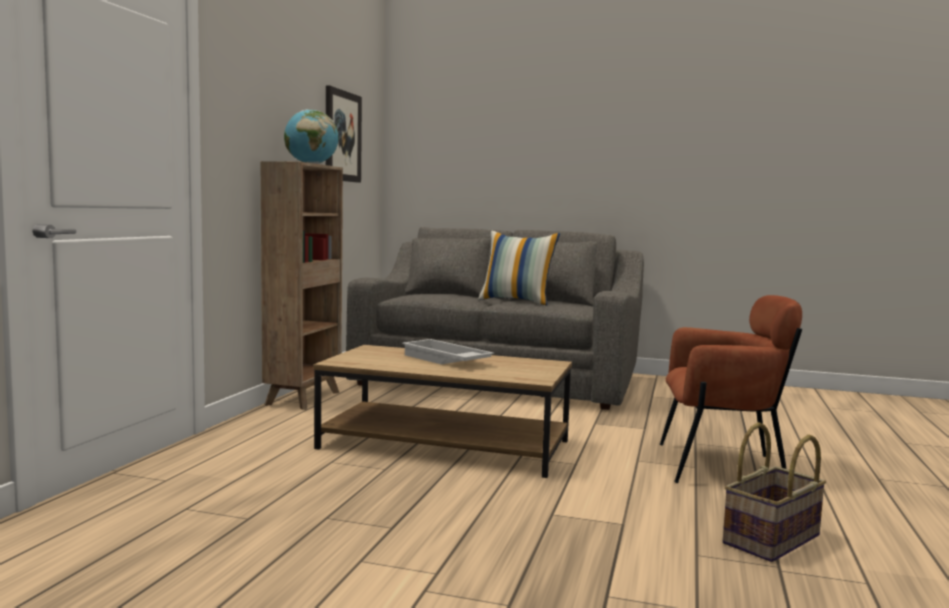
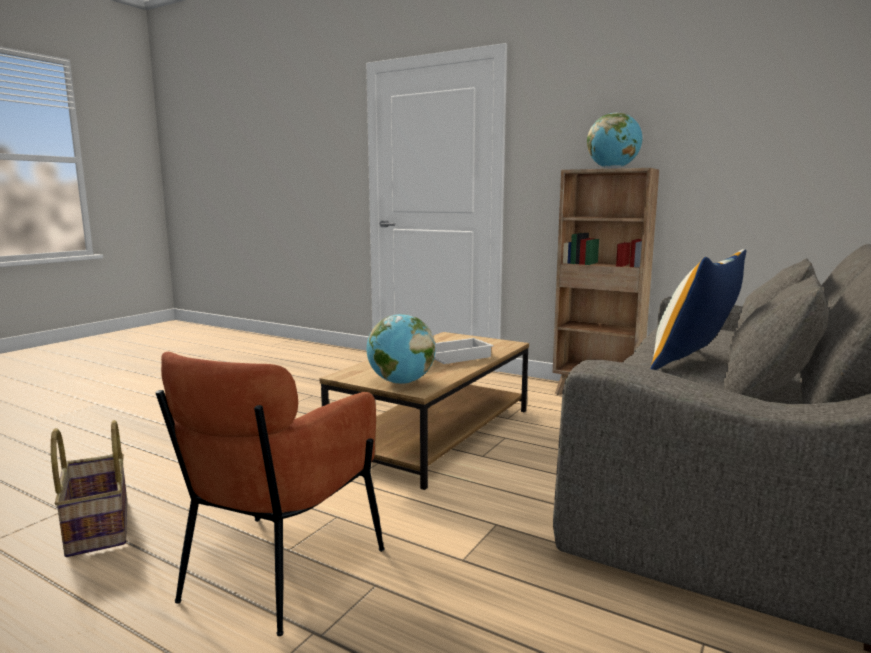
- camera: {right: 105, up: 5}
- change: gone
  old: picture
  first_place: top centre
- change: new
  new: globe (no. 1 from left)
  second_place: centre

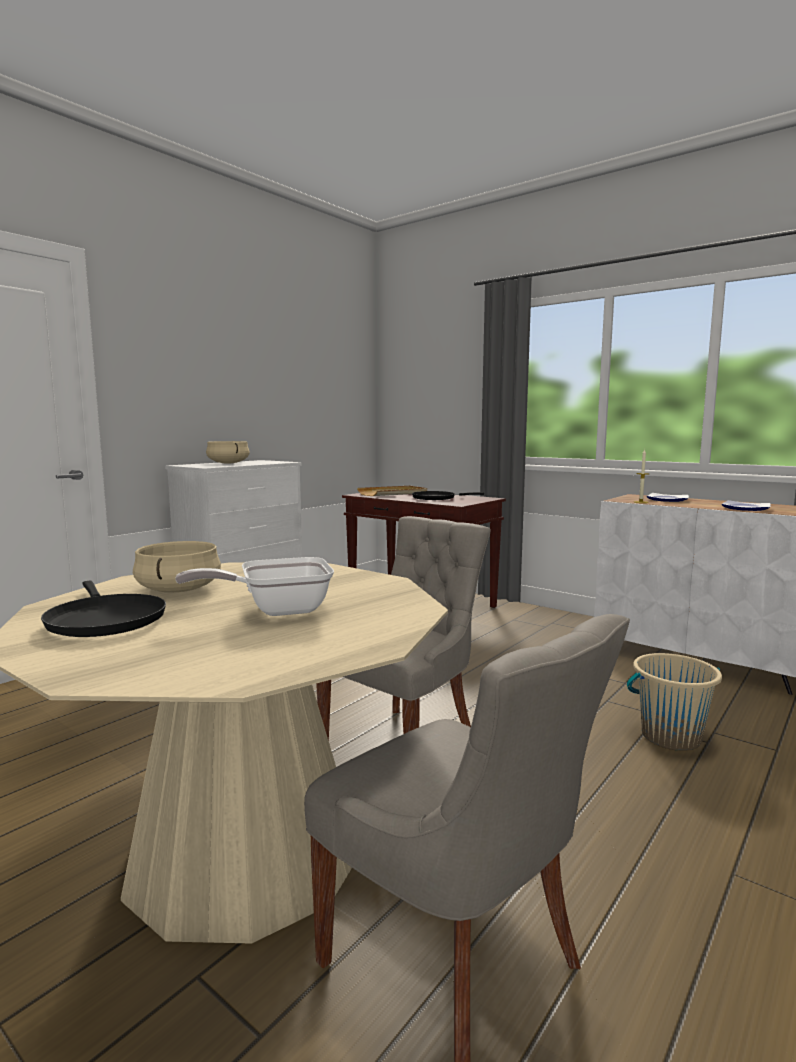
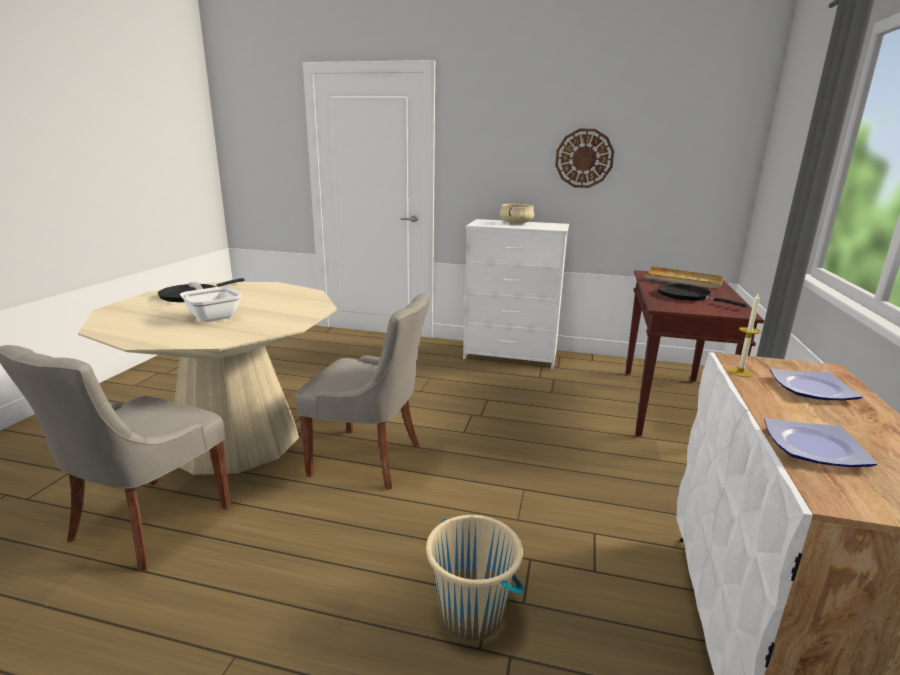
- camera: {right: 65, up: 10}
- change: gone
  old: beige cooking pot (no. 1 from left)
  first_place: middle left
- change: new
  new: wall clock
  second_place: top centre

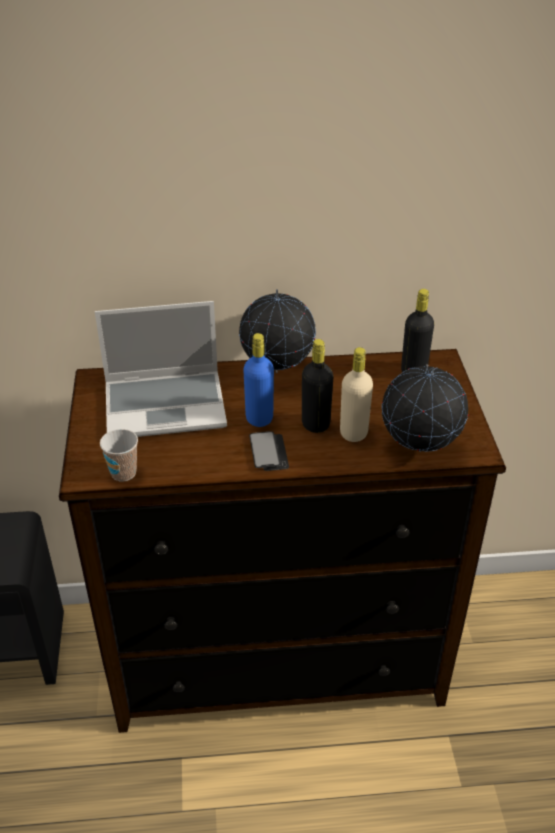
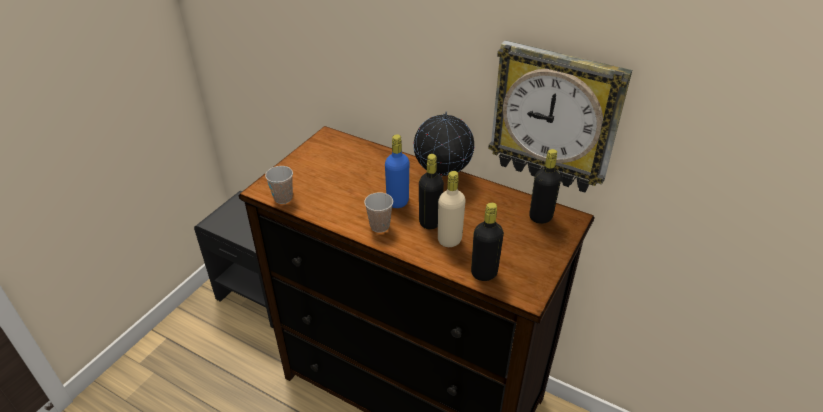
- camera: {right: 35, up: 0}
- change: gone
  old: laptop
  first_place: middle left
- change: new
  new: wall clock
  second_place: top right
- change: swapped
  old: phone
  new: cup (no. 2 from left)
  first_place: centre
  second_place: centre
- change: swapped
  old: globe (no. 2 from left)
  new: black bottle (no. 2 from left)
  first_place: middle right
  second_place: centre

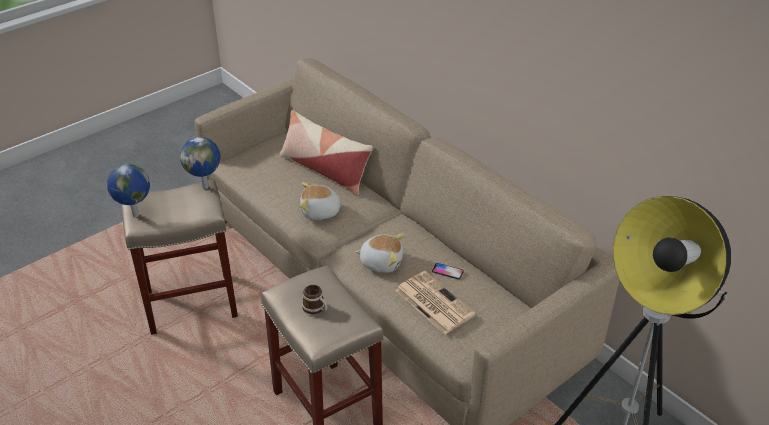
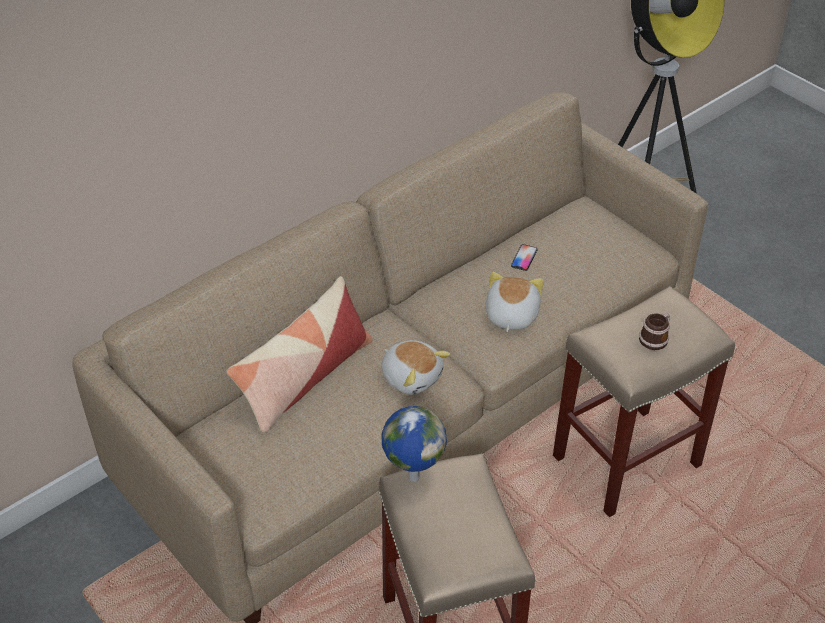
- camera: {right: -90, up: 5}
- change: gone
  old: globe (no. 1 from left)
  first_place: middle left
- change: gone
  old: newspaper
  first_place: bottom centre
- change: rotated
  old: plush toy (no. 1 from left)
  first_place: centre
  second_place: centre
  degrees: -45

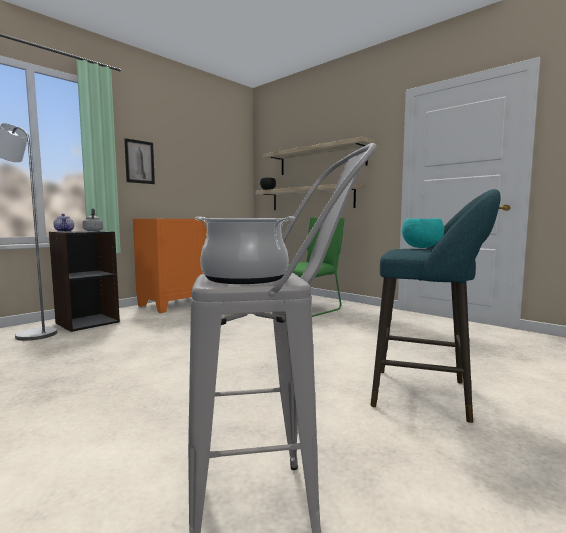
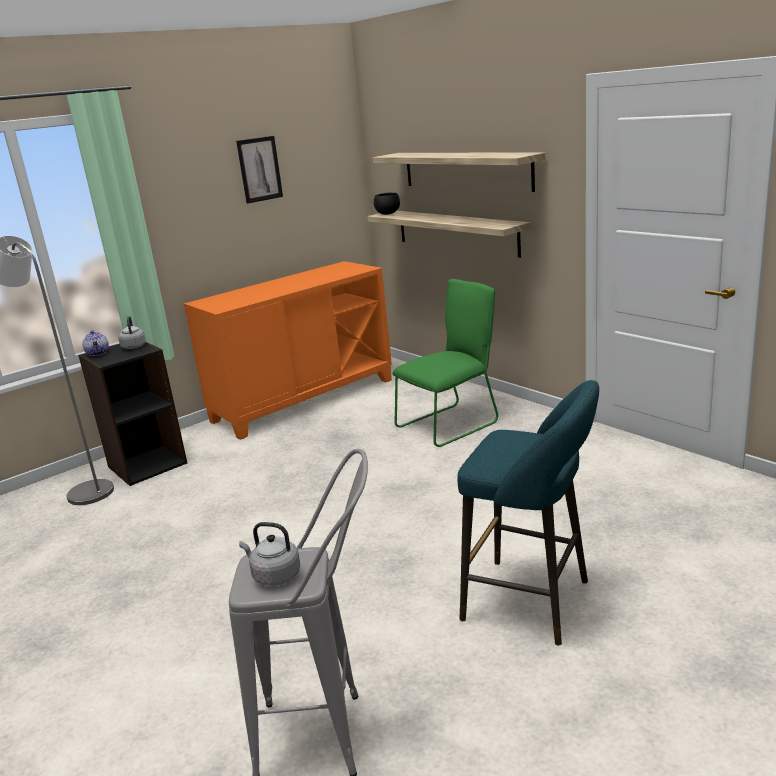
- camera: {right: 10, up: 15}
- change: gone
  old: turquoise bowl
  first_place: middle right
- change: shifted
  old: picture
  first_place: top left
  second_place: top centre
- change: swapped
  old: cooking pot
  new: grey kettle (no. 2 from left)
  first_place: centre
  second_place: bottom centre

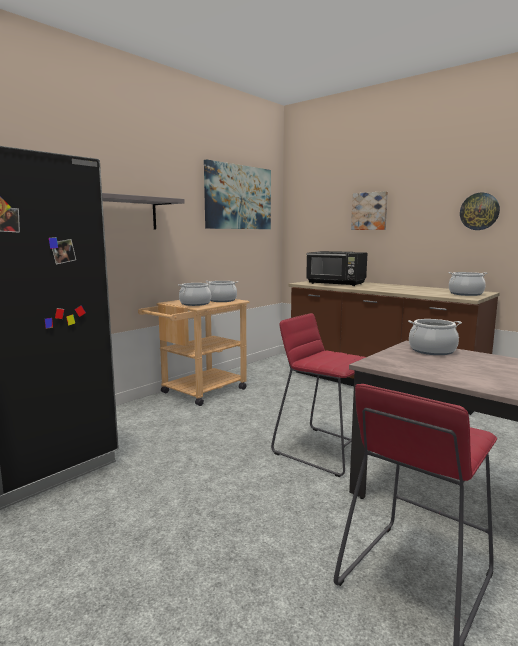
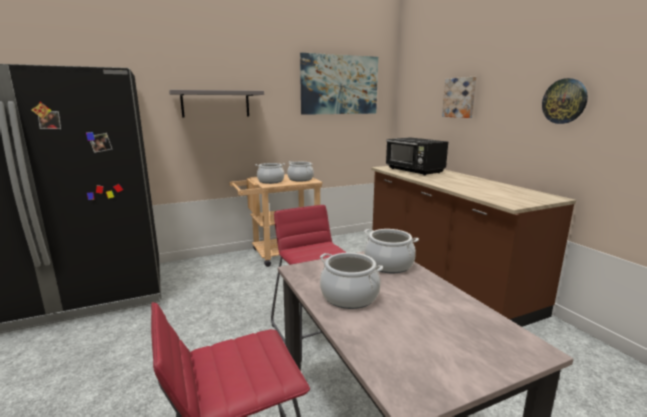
- camera: {right: 25, up: 5}
- change: shifted
  old: cooking pot (no. 4 from left in the first image)
  new: cooking pot (no. 3 from left)
  first_place: middle right
  second_place: bottom centre

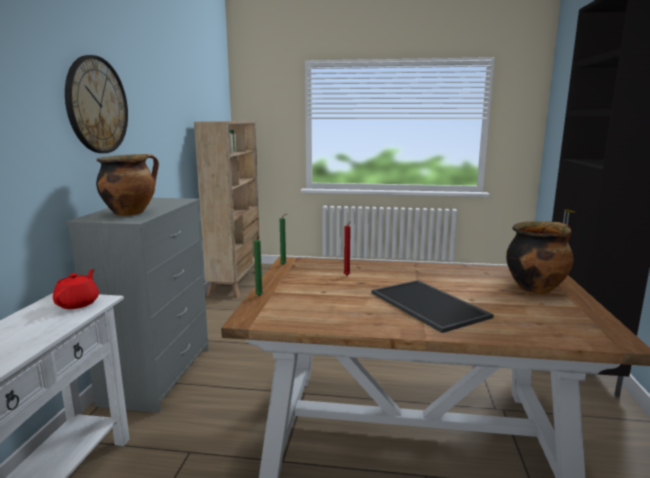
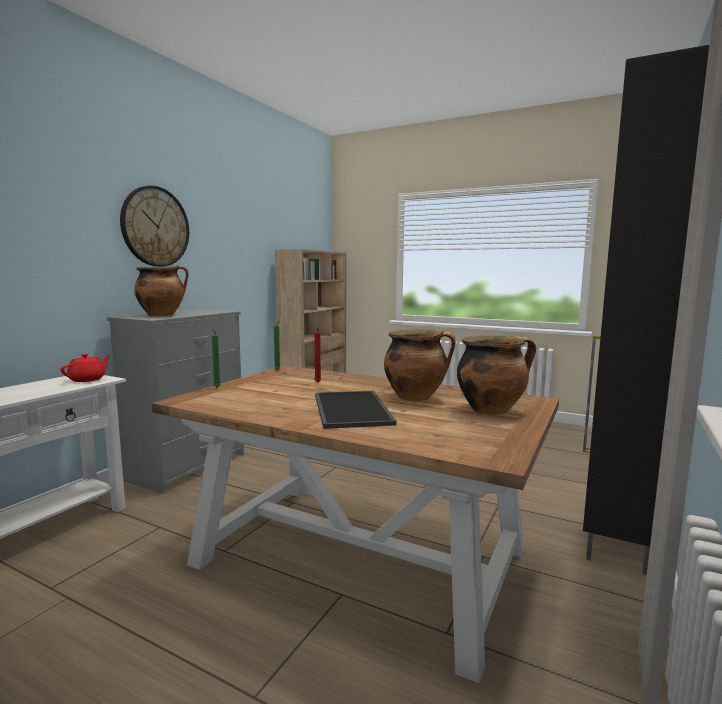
- camera: {right: 20, up: -5}
- change: new
  new: cooking pot (no. 2 from left)
  second_place: centre

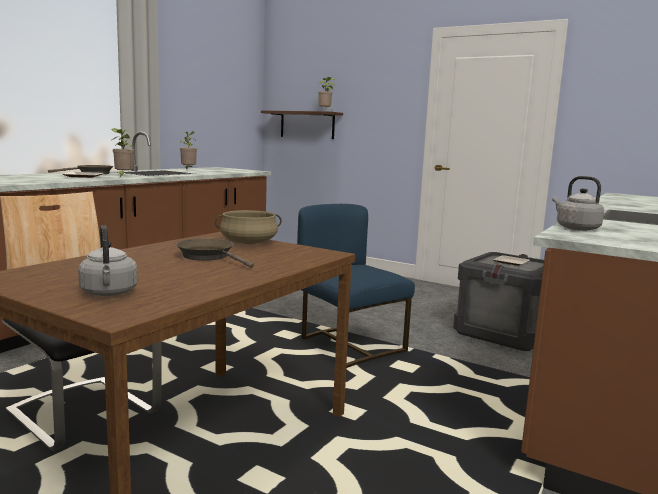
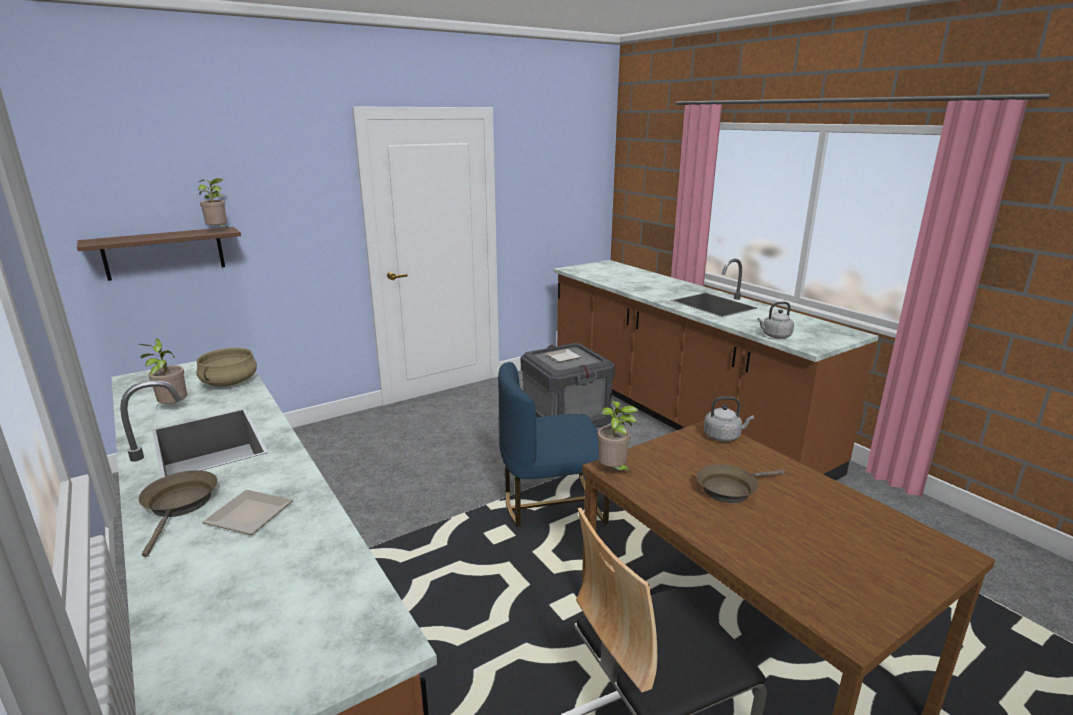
- camera: {right: -65, up: 10}
- change: shifted
  old: grey kettle (no. 1 from left)
  first_place: middle left
  second_place: middle right
- change: shifted
  old: potted plant (no. 1 from left in the first image)
  new: potted plant (no. 3 from left)
  first_place: top left
  second_place: centre
- change: shifted
  old: beige cooking pot
  first_place: centre
  second_place: middle left

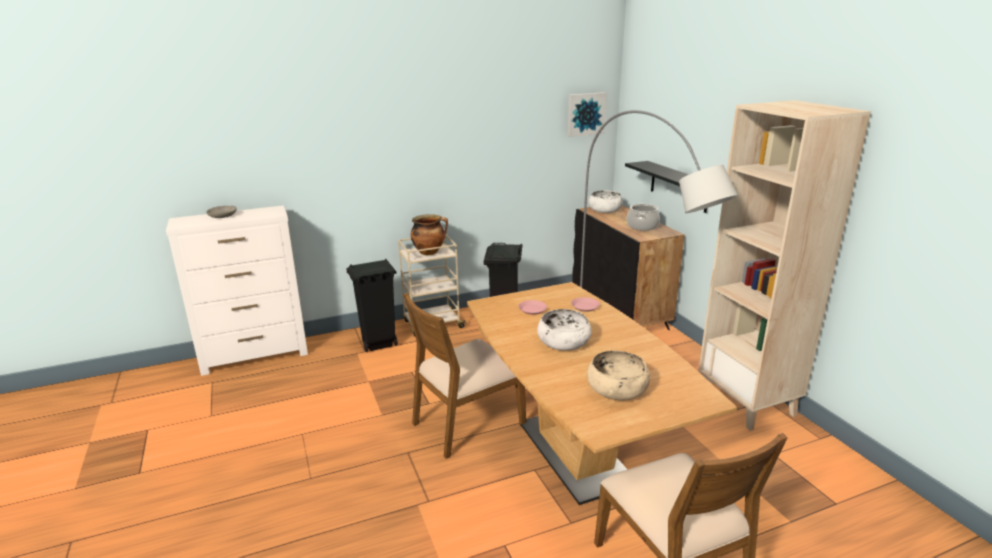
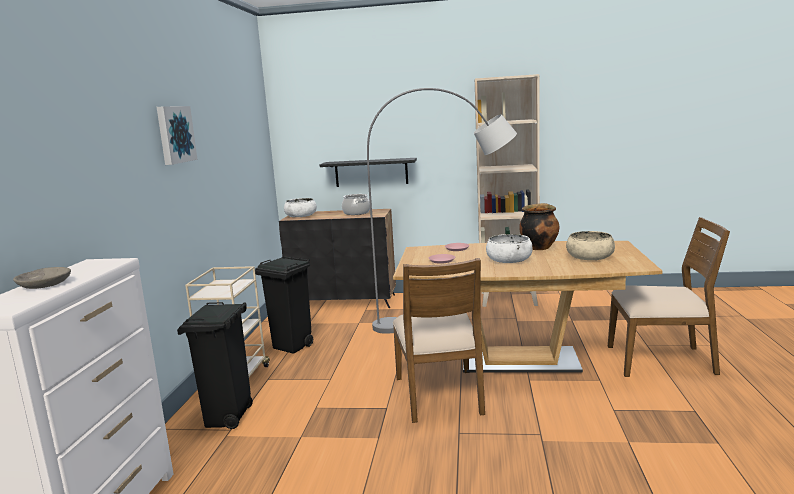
- camera: {right: -60, up: -10}
- change: shifted
  old: cooking pot (no. 1 from left in the first image)
  new: cooking pot (no. 2 from left)
  first_place: centre
  second_place: middle right
- change: shifted
  old: picture
  first_place: top centre
  second_place: top left

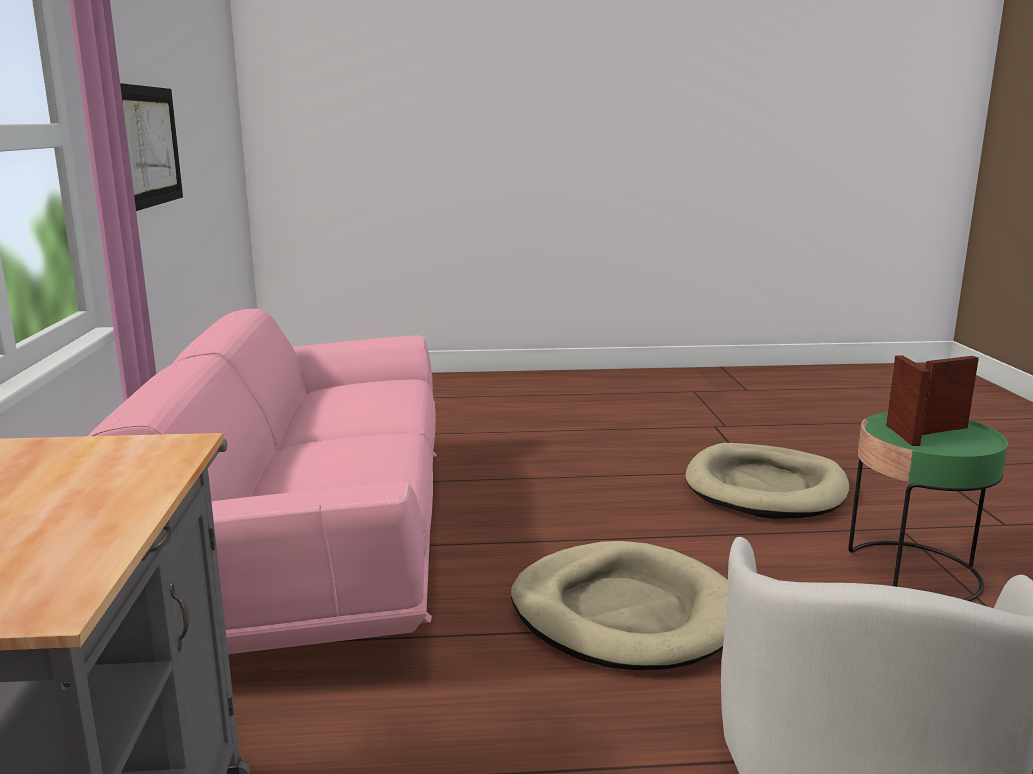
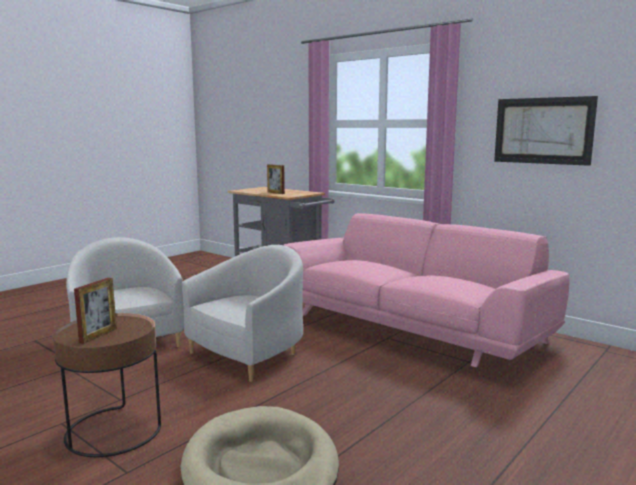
- camera: {right: 135, up: -5}
- change: shifted
  old: picture frame (no. 1 from left in the first image)
  new: picture frame (no. 2 from left)
  first_place: middle right
  second_place: centre
- change: swapped
  old: beige dog bed (no. 1 from left)
  new: white armchair (no. 2 from left)
  first_place: bottom centre
  second_place: centre
- change: repainted
  old: green side table
  new: brown side table
  first_place: middle right
  second_place: bottom left

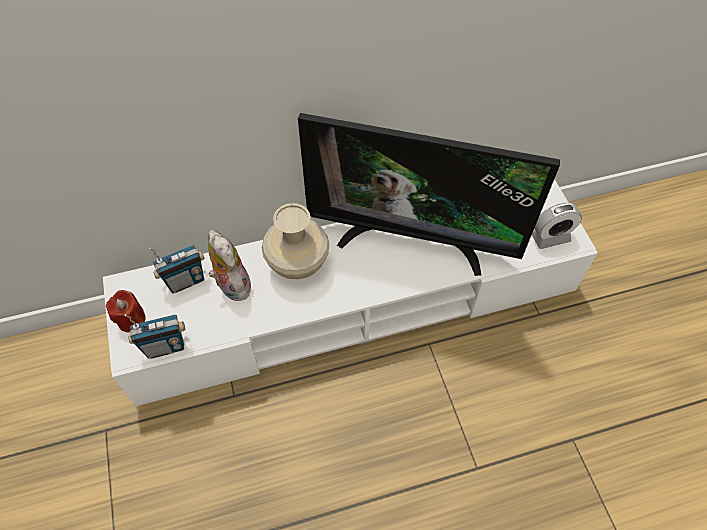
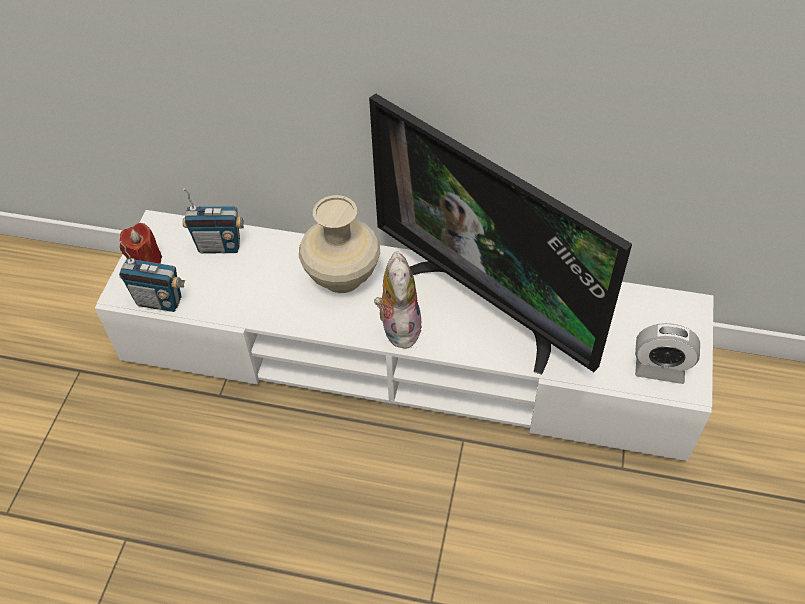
- camera: {right: 30, up: -5}
- change: shifted
  old: plush toy
  first_place: middle left
  second_place: centre

